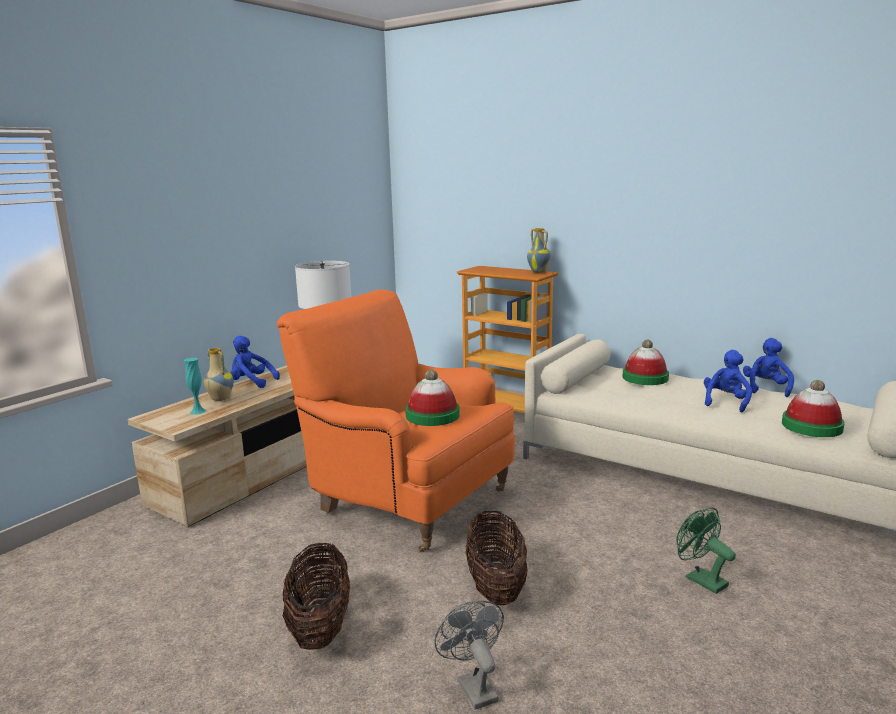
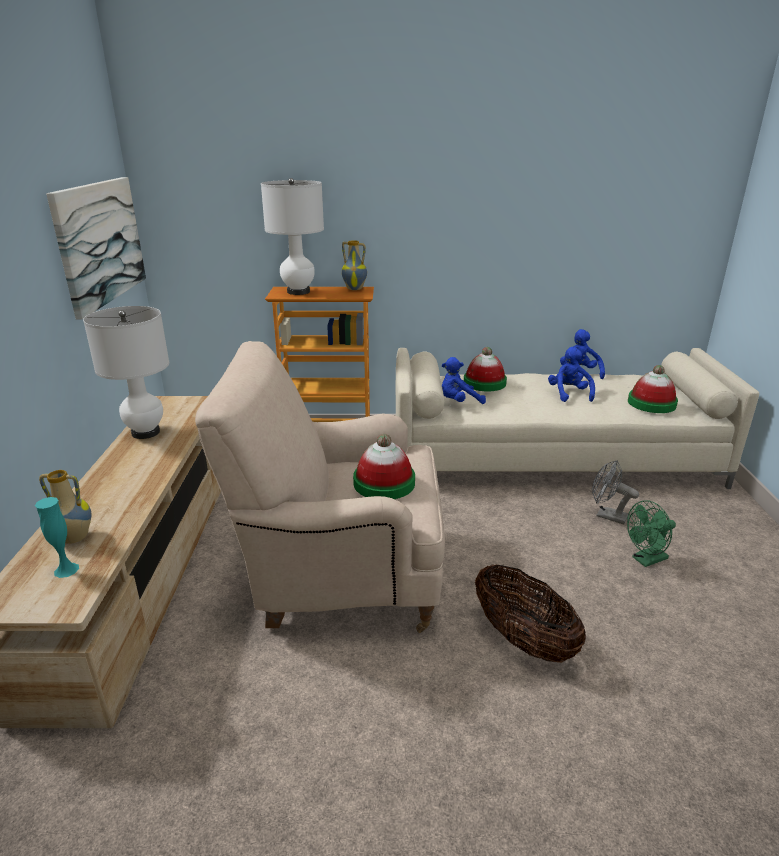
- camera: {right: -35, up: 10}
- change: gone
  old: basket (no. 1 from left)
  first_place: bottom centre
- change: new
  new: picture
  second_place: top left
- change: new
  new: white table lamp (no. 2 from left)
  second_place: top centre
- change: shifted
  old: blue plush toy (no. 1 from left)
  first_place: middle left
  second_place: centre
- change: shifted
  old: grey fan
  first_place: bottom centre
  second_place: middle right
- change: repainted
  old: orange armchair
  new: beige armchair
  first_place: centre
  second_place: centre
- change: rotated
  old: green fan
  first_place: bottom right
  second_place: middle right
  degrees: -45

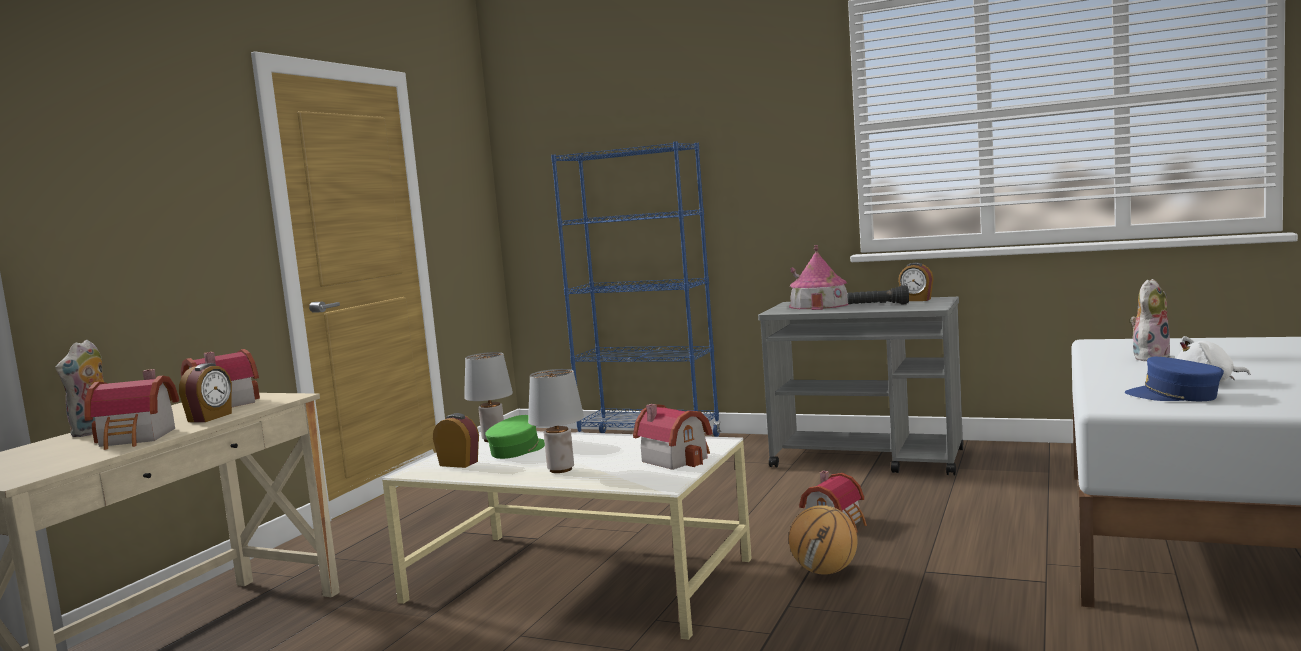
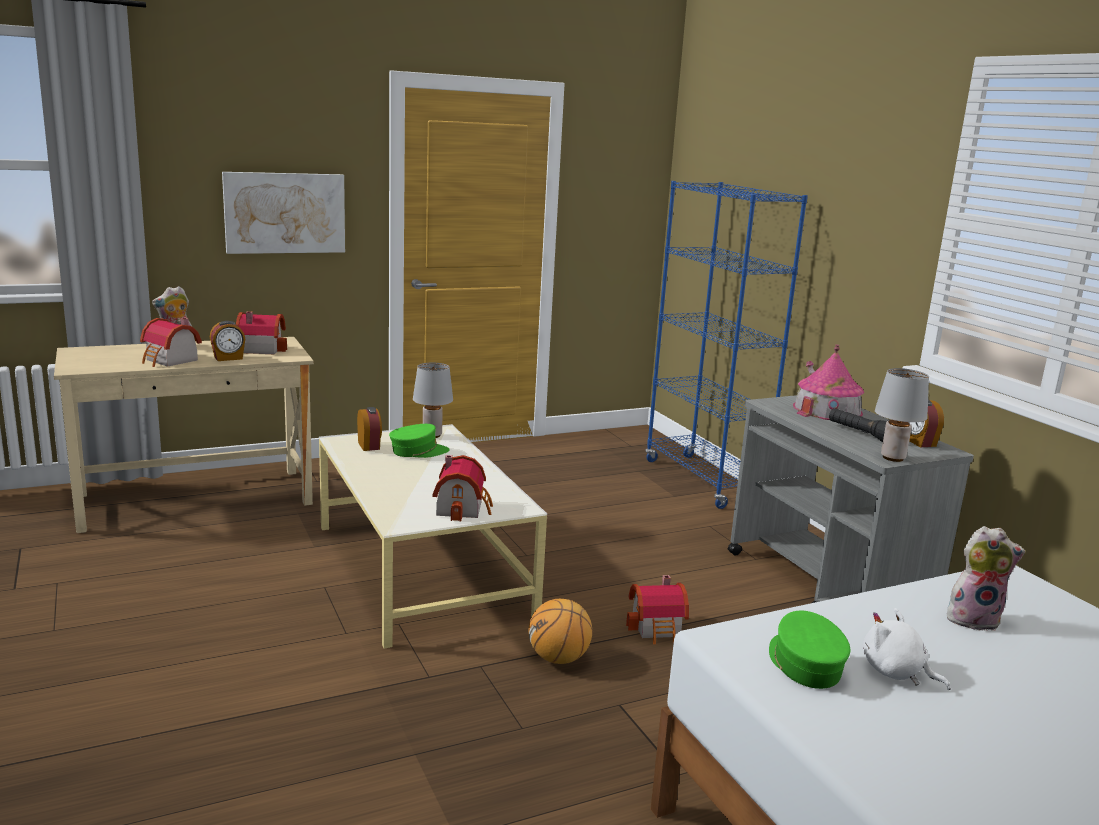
- camera: {right: 40, up: 10}
- change: new
  new: picture
  second_place: top left
- change: shifted
  old: grey table lamp (no. 2 from left)
  first_place: centre
  second_place: middle right
- change: repainted
  old: blue cap
  new: green cap (no. 2 from left)
  first_place: middle right
  second_place: bottom right

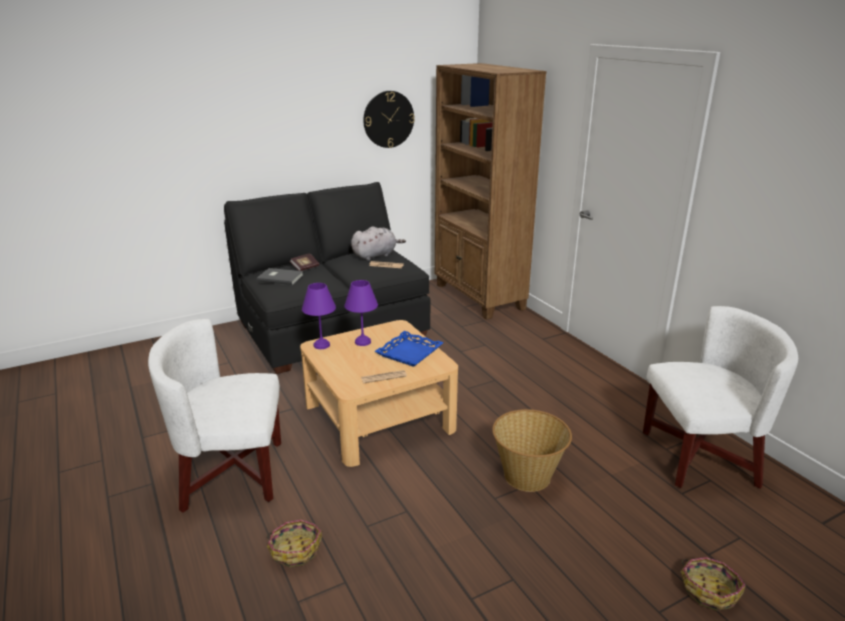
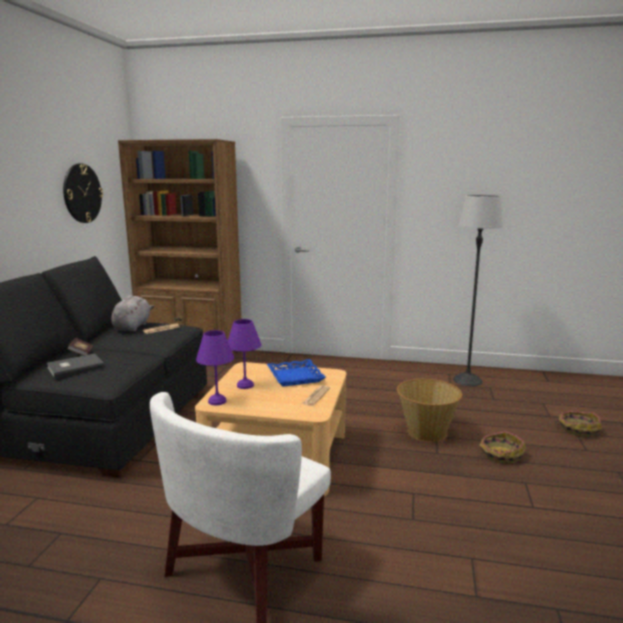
- camera: {right: -50, up: -10}
- change: shifted
  old: basket (no. 1 from left in the first image)
  new: basket (no. 2 from left)
  first_place: bottom centre
  second_place: bottom right
- change: swapped
  old: white armchair (no. 2 from left)
  new: floor lamp
  first_place: middle right
  second_place: middle right

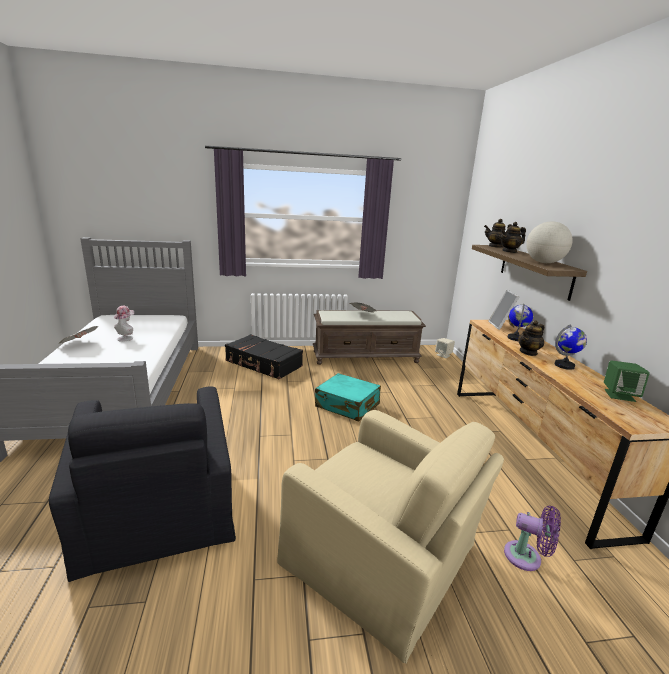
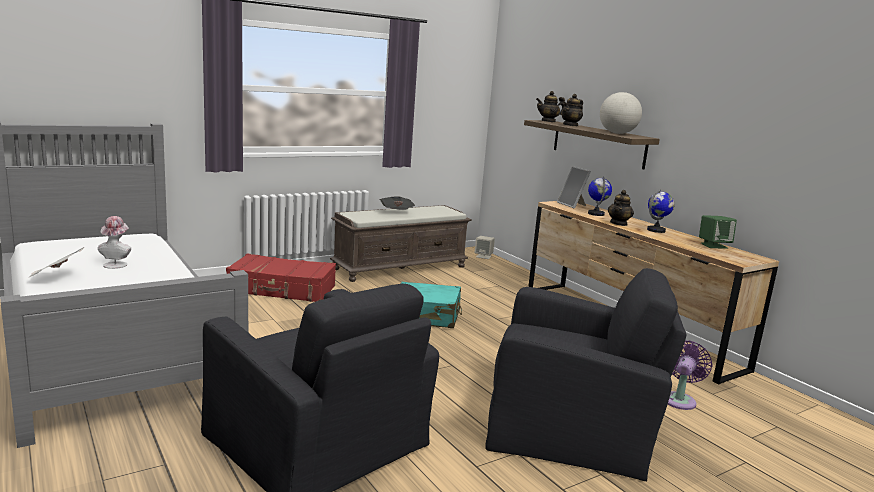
- camera: {right: -25, up: -5}
- change: repainted
  old: black suitcase
  new: red suitcase
  first_place: centre
  second_place: middle left
- change: repainted
  old: beige armchair
  new: black armchair (no. 2 from left)
  first_place: bottom centre
  second_place: bottom right
- change: rotated
  old: purple fan
  first_place: bottom right
  second_place: bottom right
  degrees: -60

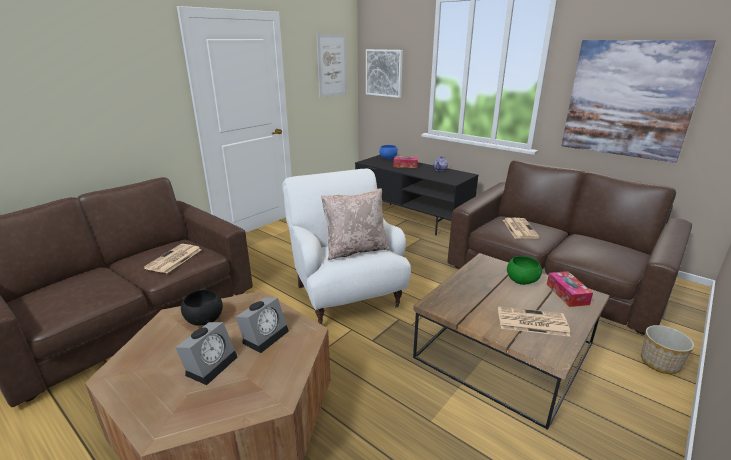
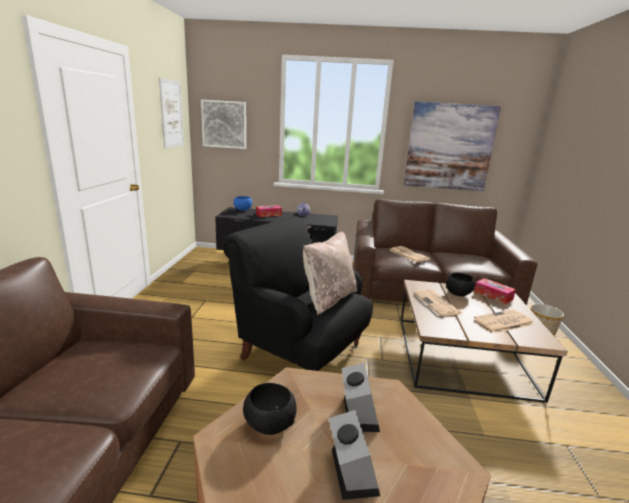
- camera: {right: -35, up: -5}
- change: shifted
  old: newspaper (no. 1 from left in the first image)
  new: newspaper (no. 2 from left)
  first_place: middle left
  second_place: middle right
- change: repainted
  old: white armchair
  new: black armchair
  first_place: centre
  second_place: centre
- change: repainted
  old: green bowl
  new: black bowl (no. 2 from left)
  first_place: middle right
  second_place: middle right

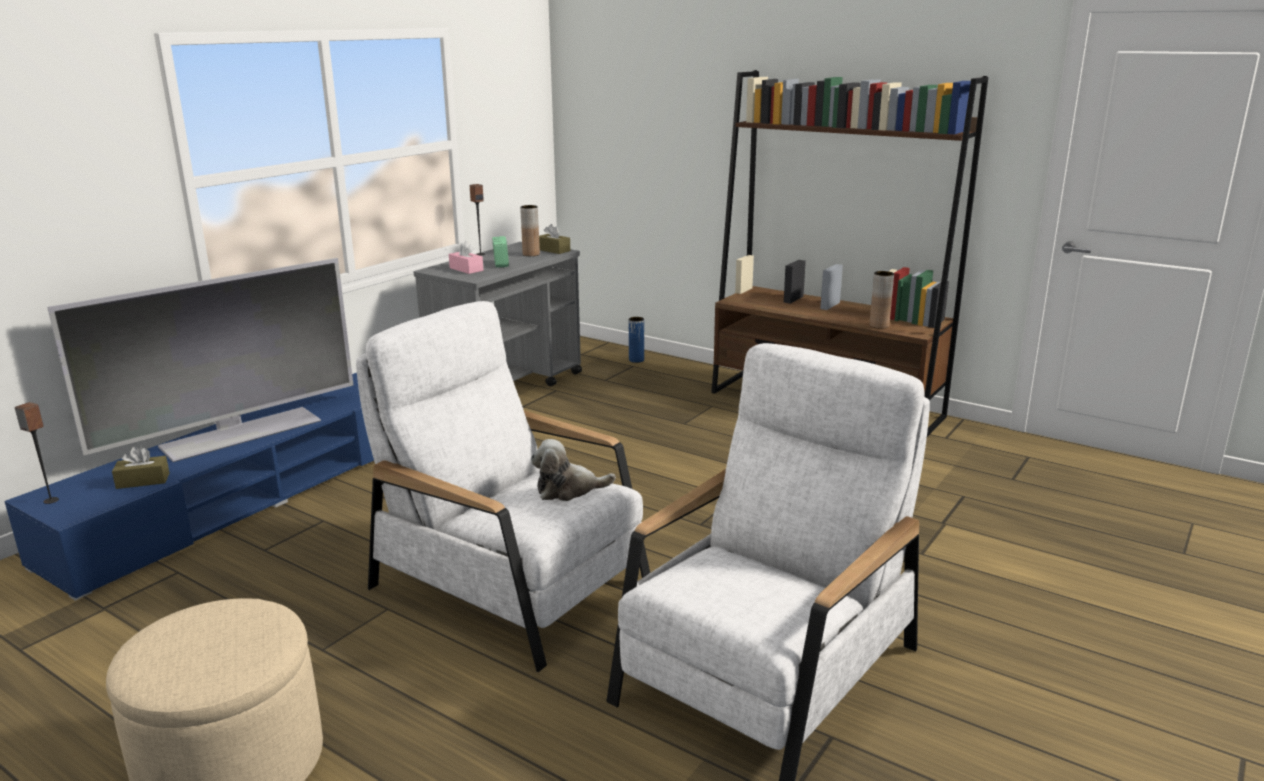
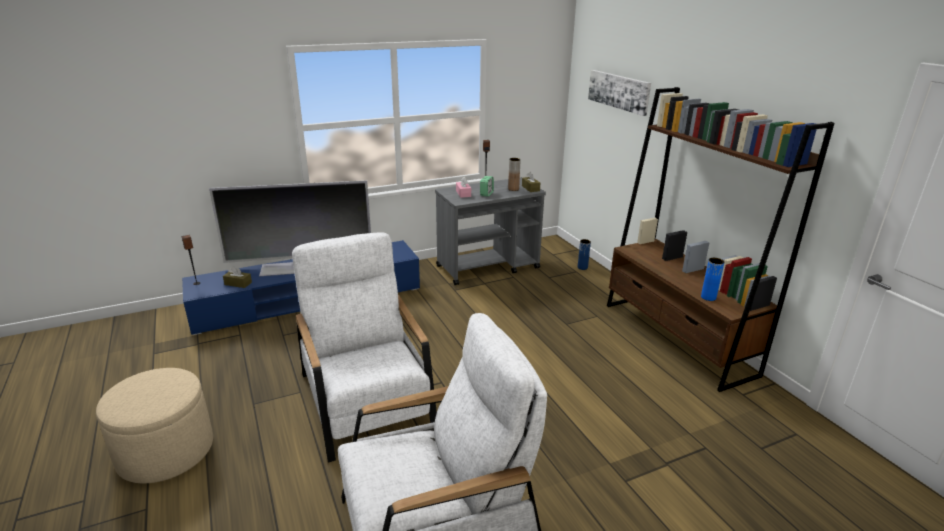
- camera: {right: 30, up: 5}
- change: gone
  old: plush toy
  first_place: centre
- change: new
  new: picture
  second_place: top centre
- change: repainted
  old: brown vase (no. 2 from left)
  new: blue vase (no. 2 from left)
  first_place: middle right
  second_place: middle right

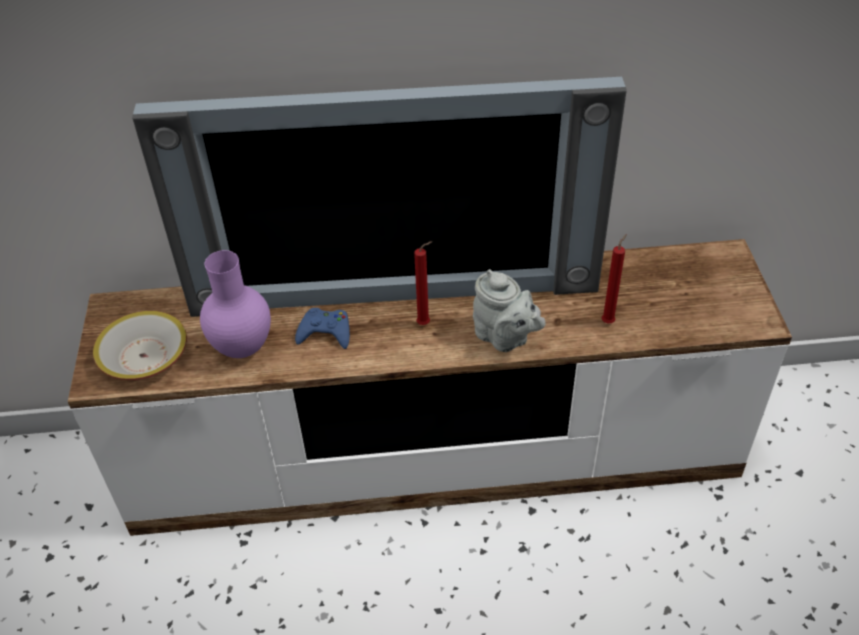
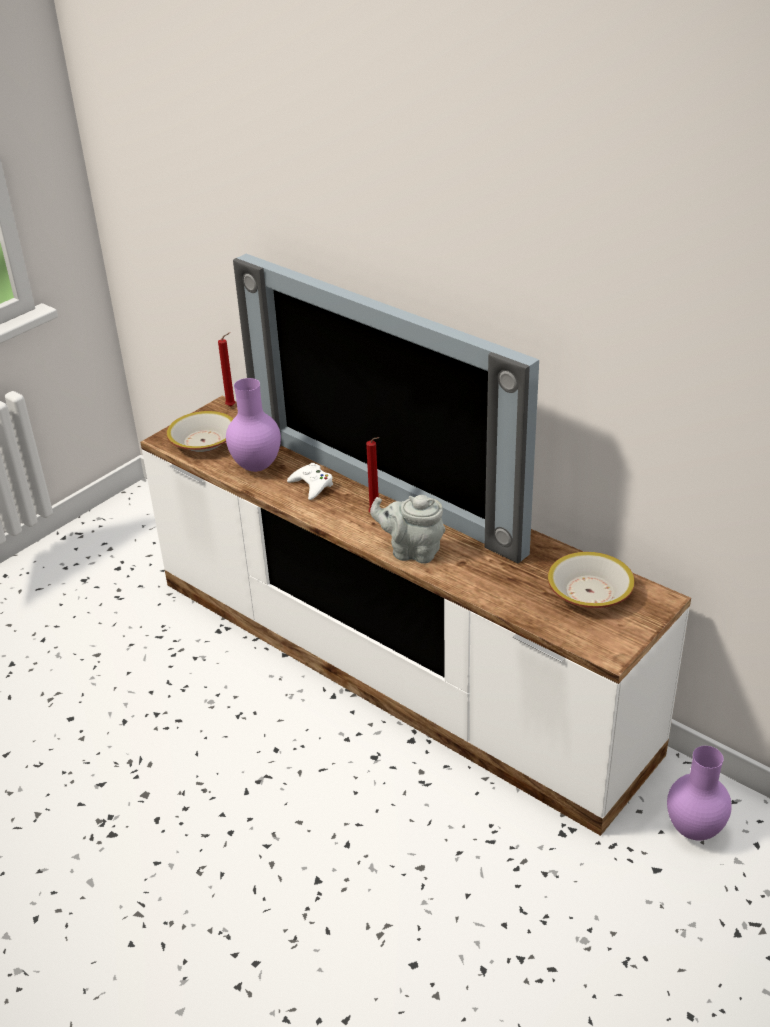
- camera: {right: 45, up: -10}
- change: new
  new: bowl (no. 2 from left)
  second_place: middle right
- change: new
  new: purple vase (no. 2 from left)
  second_place: bottom right
- change: shifted
  old: red candle (no. 2 from left in the first image)
  new: red candle (no. 1 from left)
  first_place: middle right
  second_place: middle left
- change: repainted
  old: blue game controller
  new: white game controller
  first_place: centre
  second_place: centre
- change: rotated
  old: grey teapot
  first_place: centre
  second_place: centre
  degrees: 105

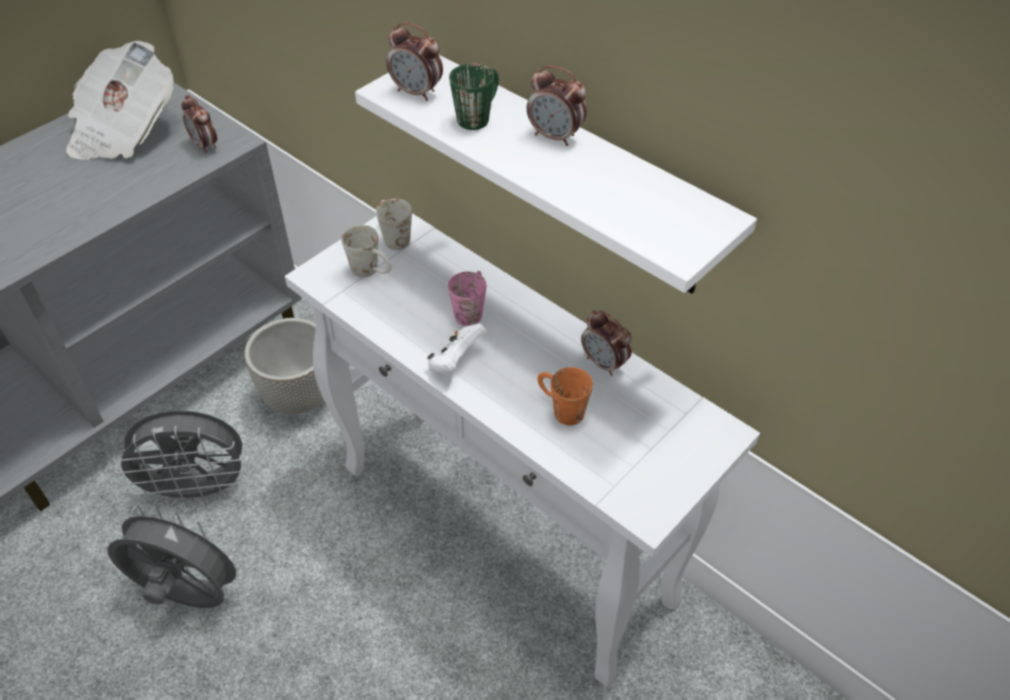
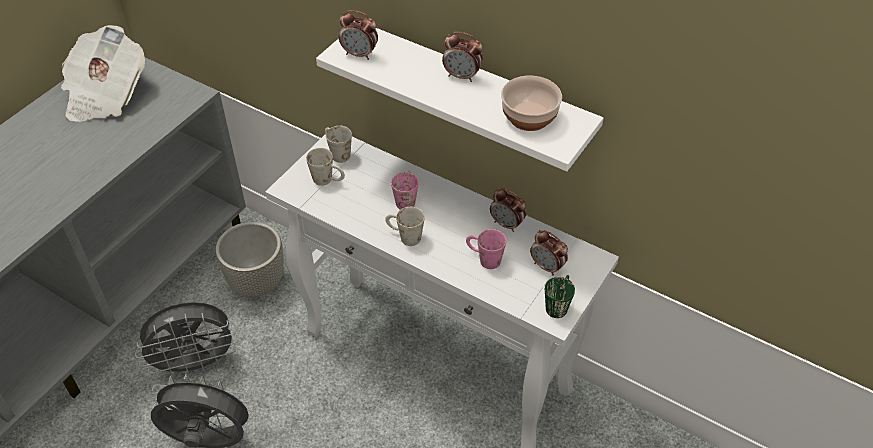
- camera: {right: -10, up: 0}
- change: new
  new: bowl
  second_place: top centre
- change: shifted
  old: alarm clock (no. 1 from left in the first image)
  new: alarm clock (no. 4 from left)
  first_place: top left
  second_place: centre
- change: shifted
  old: green mug
  first_place: top centre
  second_place: centre
- change: swapped
  old: white game controller
  new: white mug (no. 3 from left)
  first_place: centre
  second_place: centre
- change: repainted
  old: orange mug
  new: pink mug (no. 2 from left)
  first_place: centre
  second_place: centre

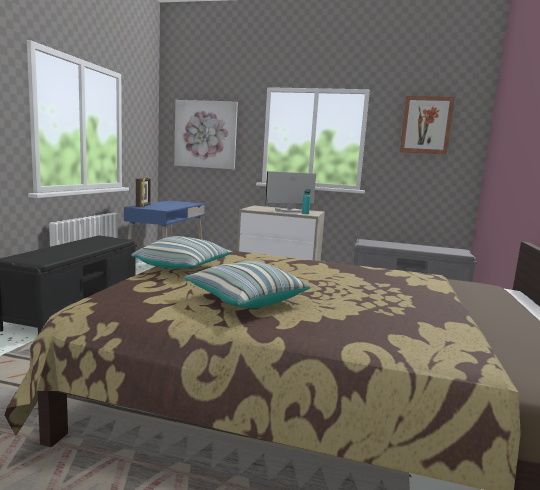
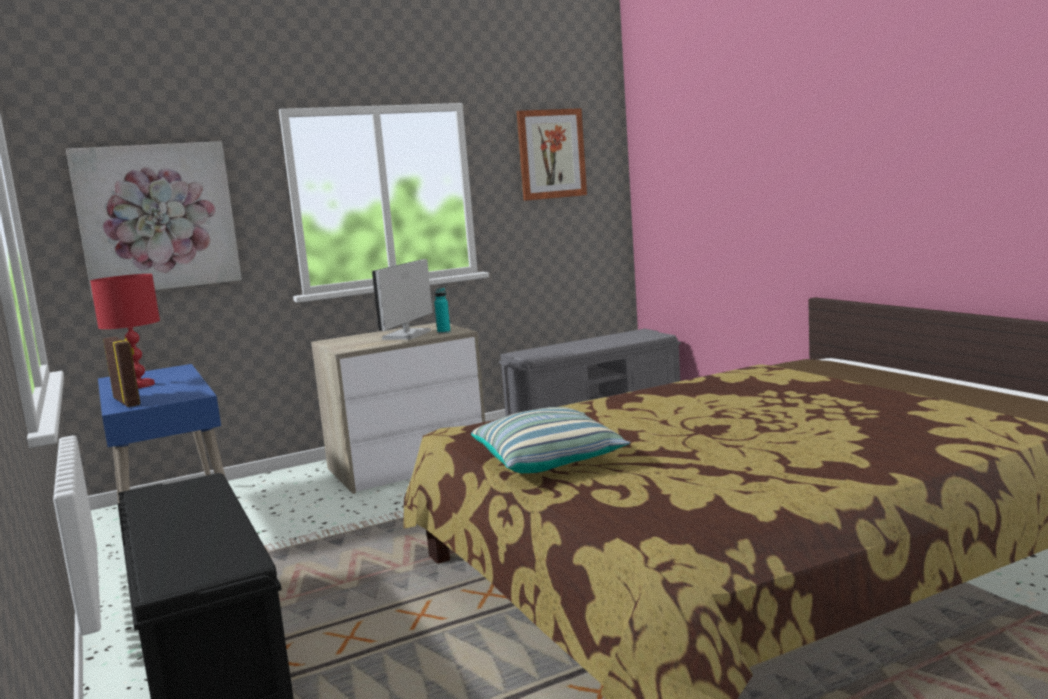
- camera: {right: -40, up: 0}
- change: gone
  old: pillow (no. 2 from left)
  first_place: centre
- change: new
  new: red table lamp
  second_place: middle left

